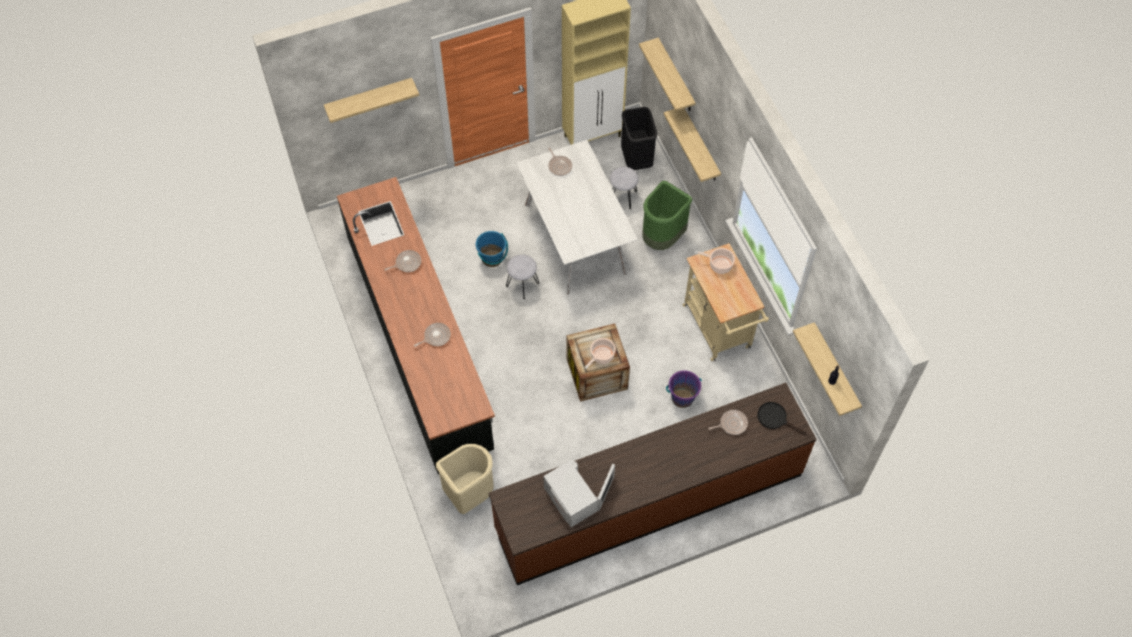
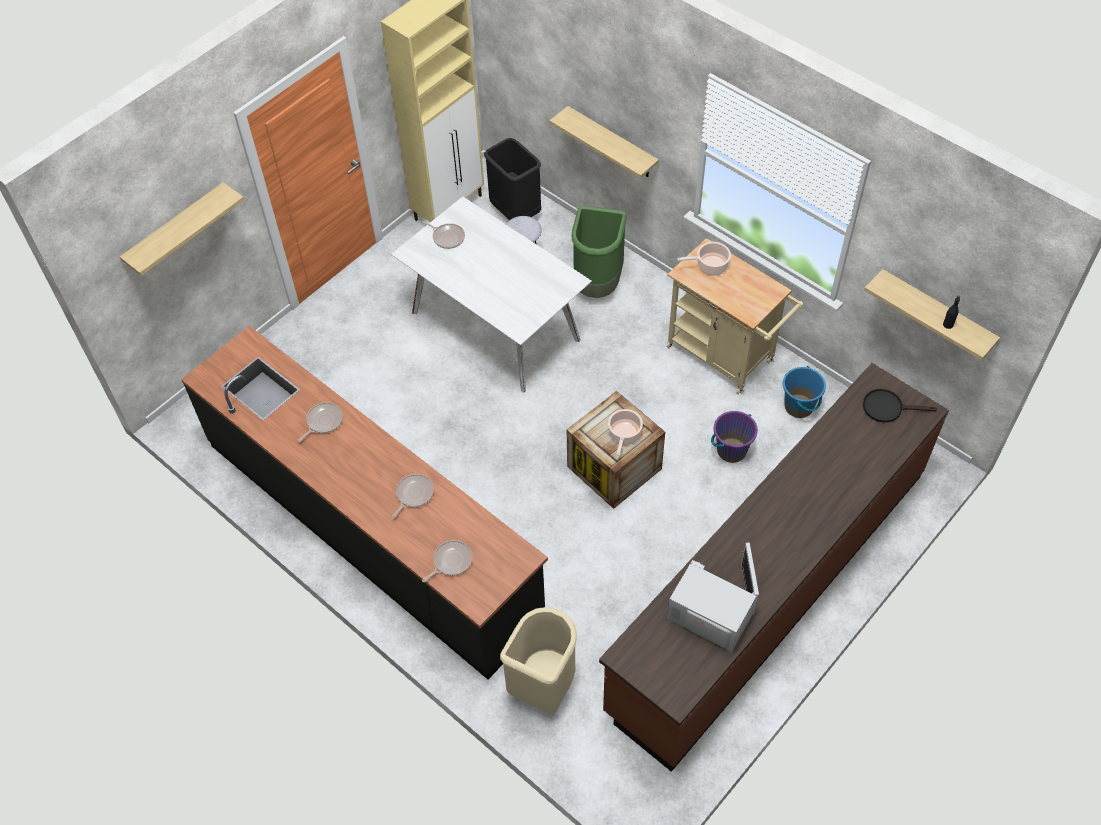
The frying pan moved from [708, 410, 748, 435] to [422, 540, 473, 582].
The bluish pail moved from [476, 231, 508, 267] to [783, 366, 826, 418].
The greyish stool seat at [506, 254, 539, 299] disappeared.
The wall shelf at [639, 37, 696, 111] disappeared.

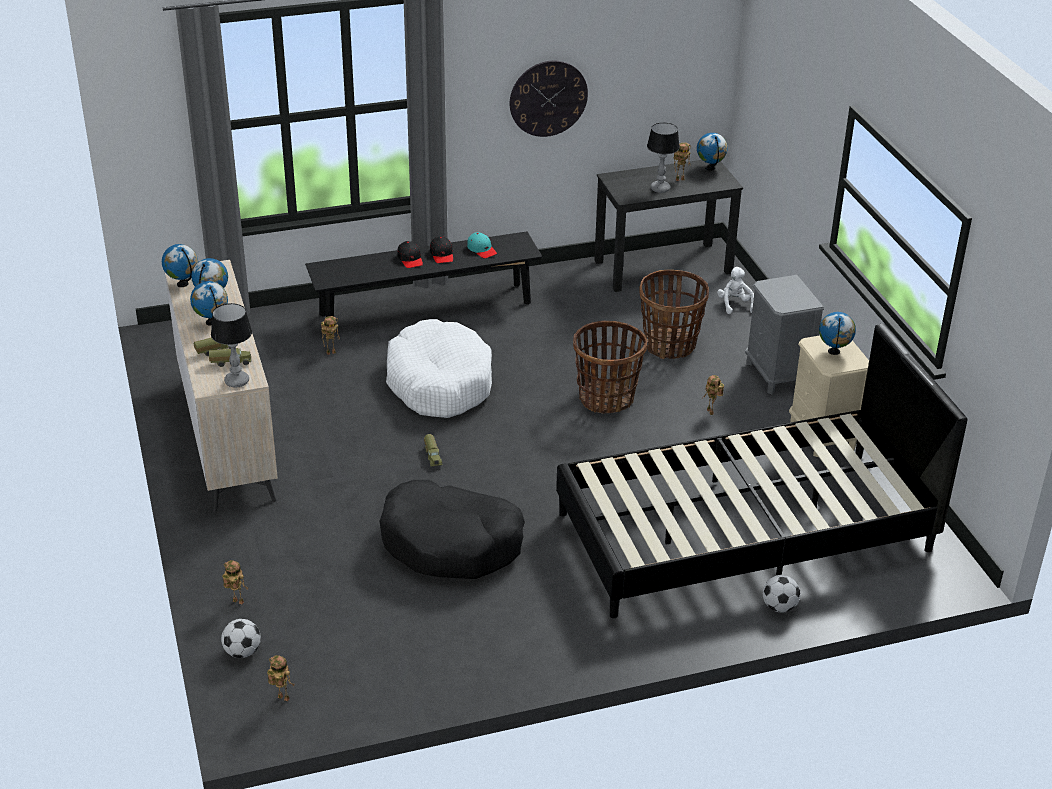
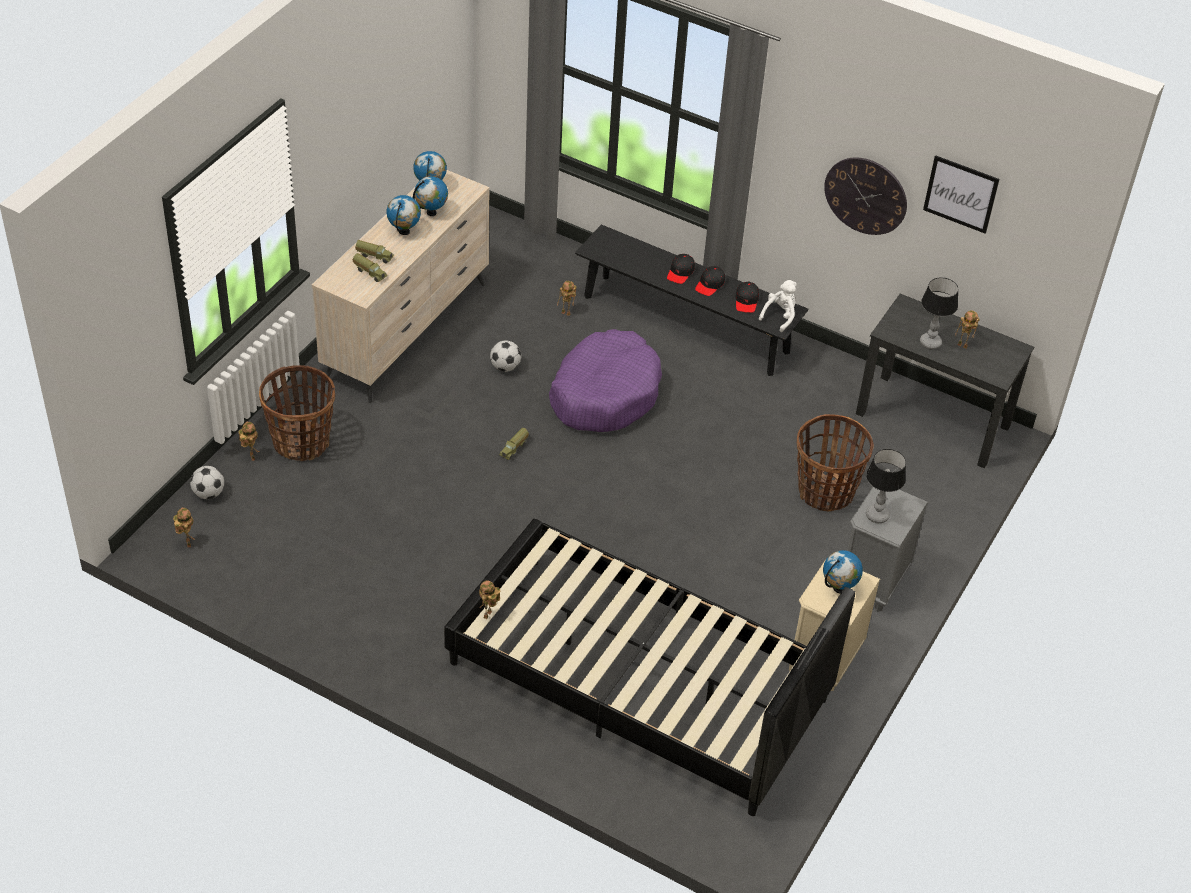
The household basket moved from [573, 321, 647, 414] to [259, 365, 335, 461].
The toy robot moved from [702, 375, 724, 415] to [479, 581, 500, 619].
The football moved from [763, 575, 800, 613] to [490, 341, 521, 372].
The white dog cushion at [386, 319, 492, 418] became the purple-coloured dog cushion at [549, 329, 662, 432].
The blue-green peaked cap at [467, 232, 497, 258] became the black-coloured peaked cap at [736, 282, 759, 313].
The white cuddly toy moved from [717, 267, 754, 314] to [759, 280, 797, 332].
The table lamp moved from [211, 303, 252, 388] to [866, 449, 906, 523].
The picture at [923, 155, 1000, 234] appeared.
The black-coloured dog cushion at [380, 480, 525, 579] disappeared.
The globe at [697, 133, 728, 171] disappeared.

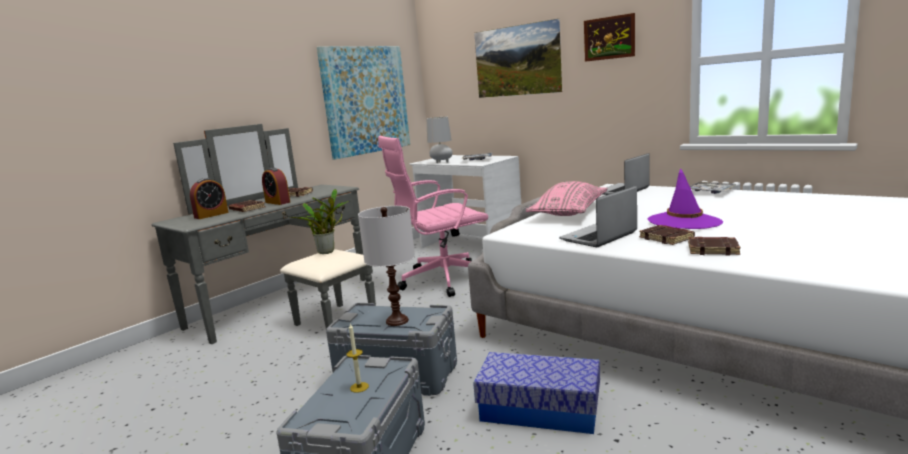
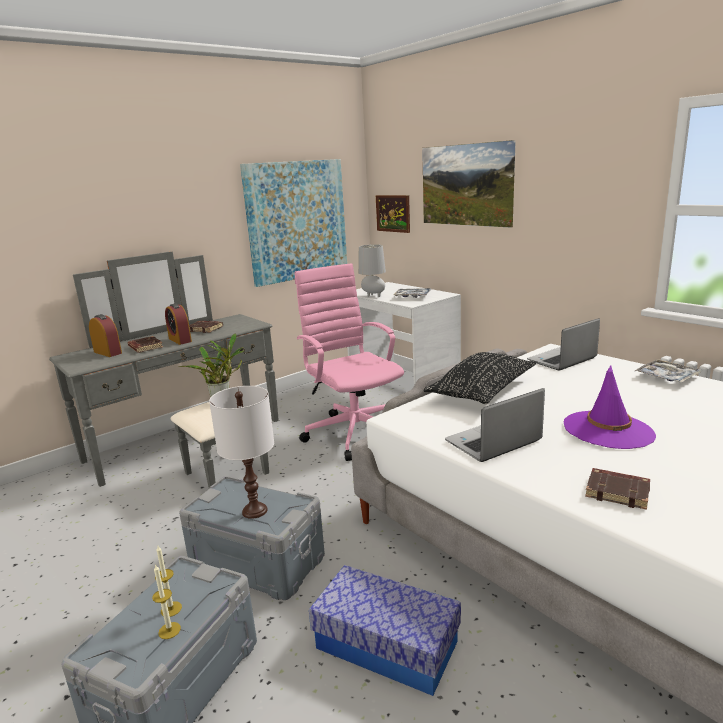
The table clock at [190, 178, 229, 219] turned 105 degrees counterclockwise.
The wax light at [152, 564, 181, 639] appeared.
The pinkish office chair at [378, 136, 488, 297] turned 75 degrees clockwise.
The picture moved from [584, 13, 635, 62] to [376, 195, 410, 233].
The pinkish cushion at [526, 181, 608, 216] became the black-coloured cushion at [424, 352, 536, 404].
The brown-coloured bound book at [639, 225, 695, 245] disappeared.

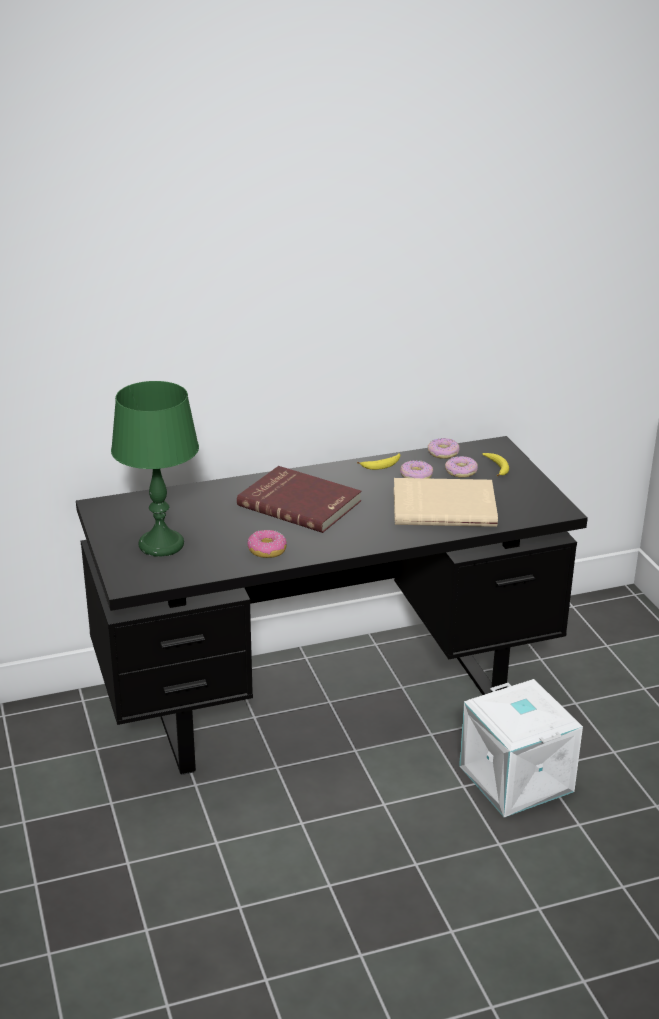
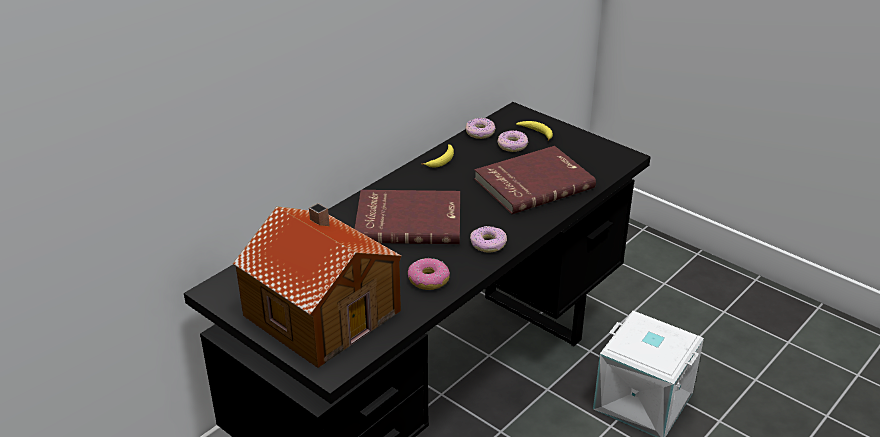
The green table lamp at [111, 381, 199, 557] was replaced by the toy house at [233, 203, 402, 368].
The ring doughnut moved from [400, 460, 433, 479] to [470, 226, 507, 253].
The beige bound book at [394, 478, 498, 527] became the red-coloured bound book at [474, 146, 596, 214].

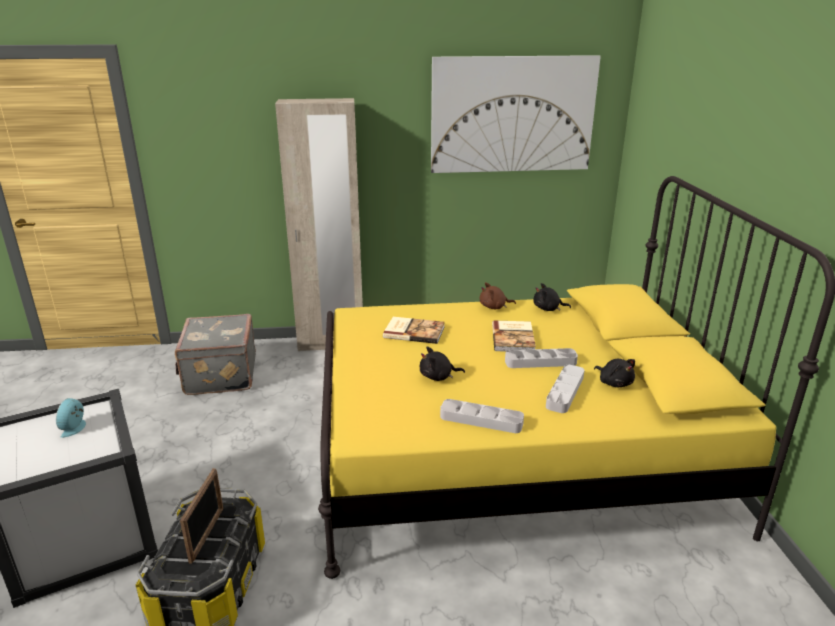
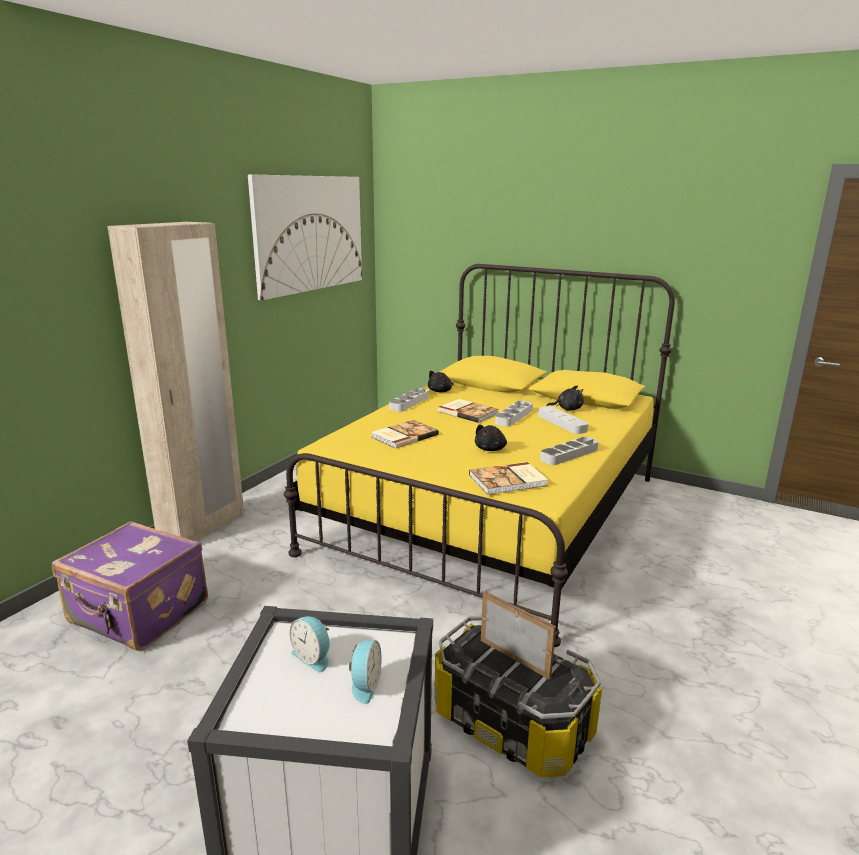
The greyish travel case at [175, 314, 256, 395] became the purple-coloured travel case at [52, 521, 208, 651].
The table clock at [349, 640, 382, 704] appeared.
The brown-coloured cuddly toy at [480, 282, 516, 309] was replaced by the greyish tray at [389, 388, 429, 412].
The bound book at [469, 462, 548, 495] appeared.

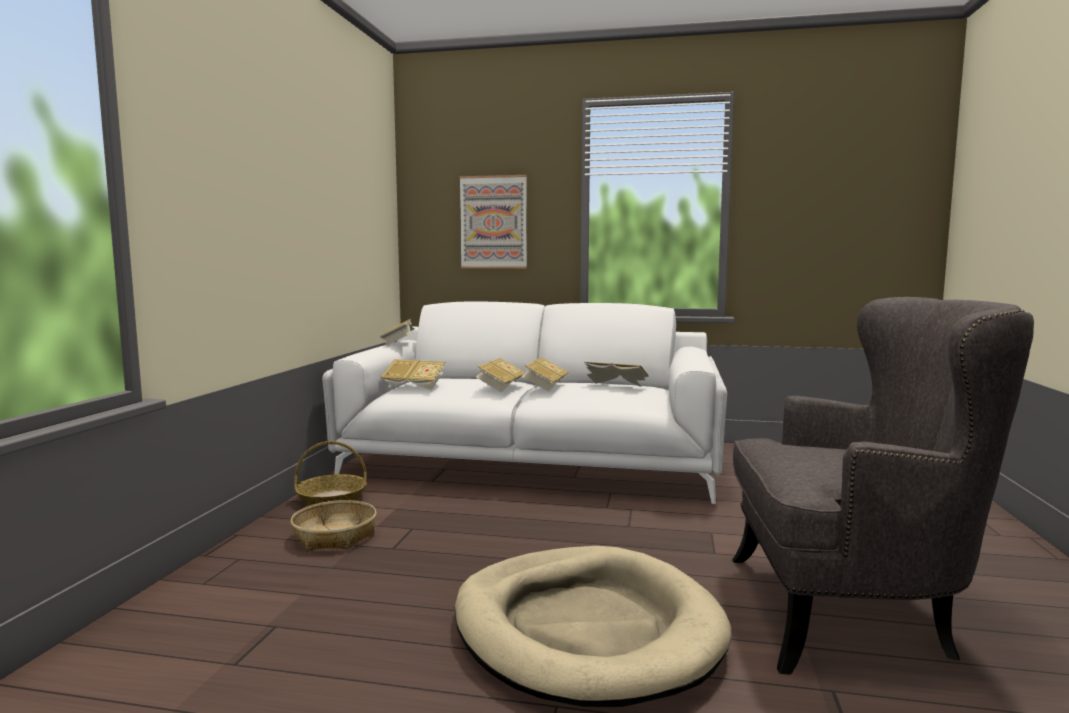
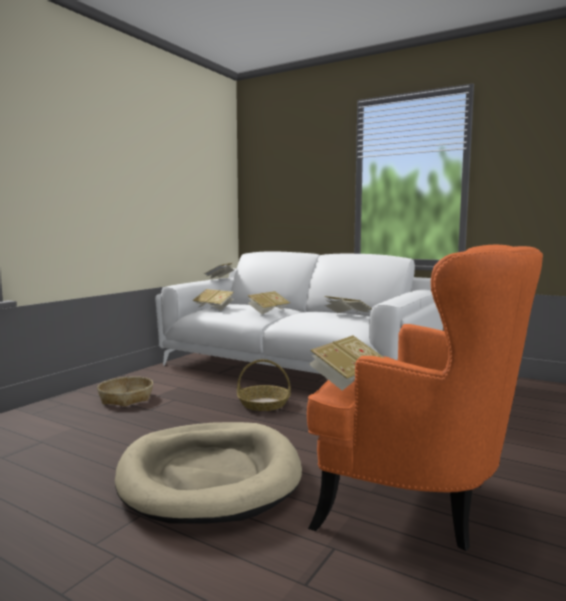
The household basket moved from [294, 441, 367, 506] to [237, 359, 291, 411].
The greyish lounge chair at [732, 297, 1034, 675] became the orangey lounge chair at [307, 245, 543, 551].
The bound book moved from [522, 357, 569, 392] to [309, 335, 384, 391].
The picture at [460, 175, 527, 268] disappeared.

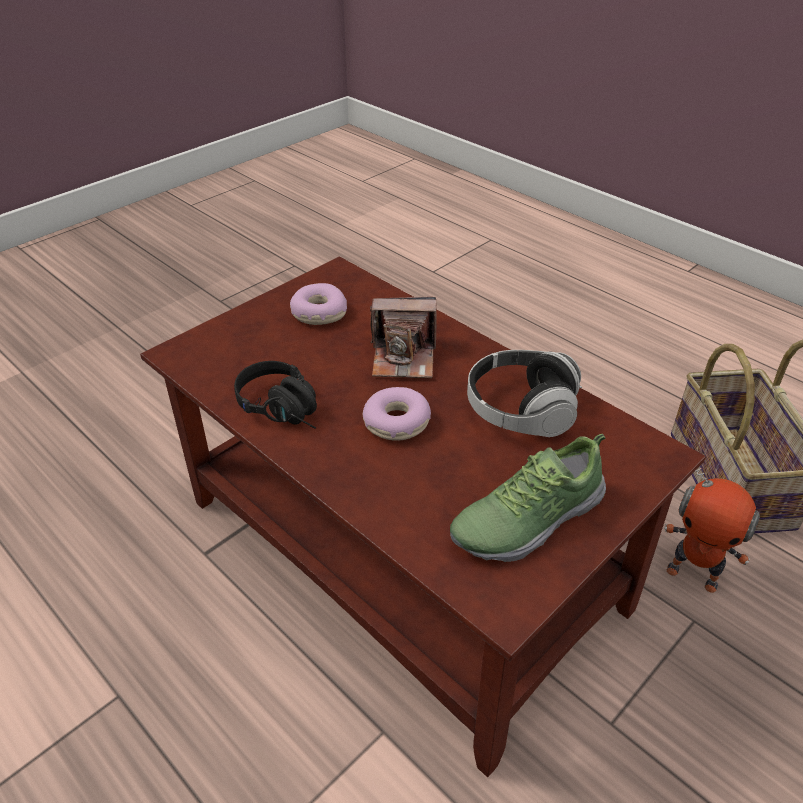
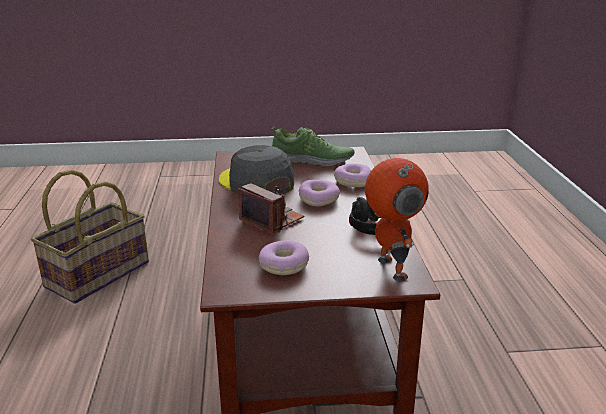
The headset at [467, 350, 582, 437] was replaced by the greyish peaked cap at [219, 145, 294, 195].
The ring doughnut at [334, 163, 371, 187] appeared.
The toy robot moved from [664, 468, 760, 593] to [365, 158, 429, 281].

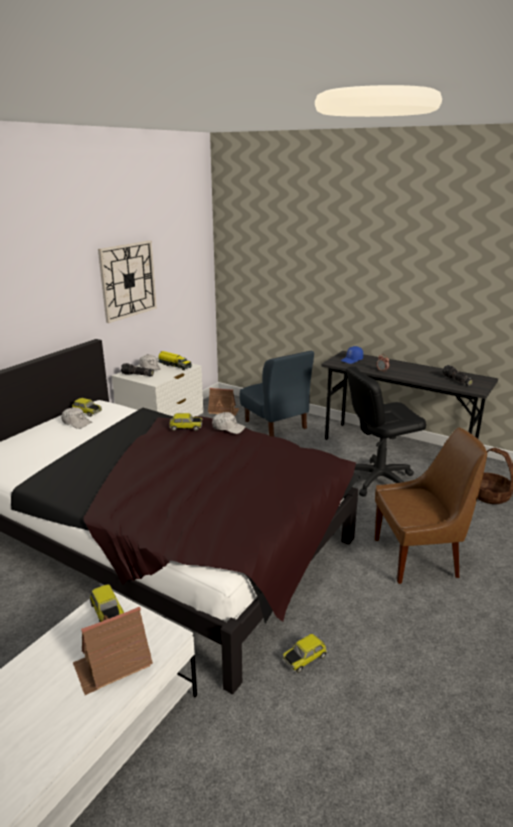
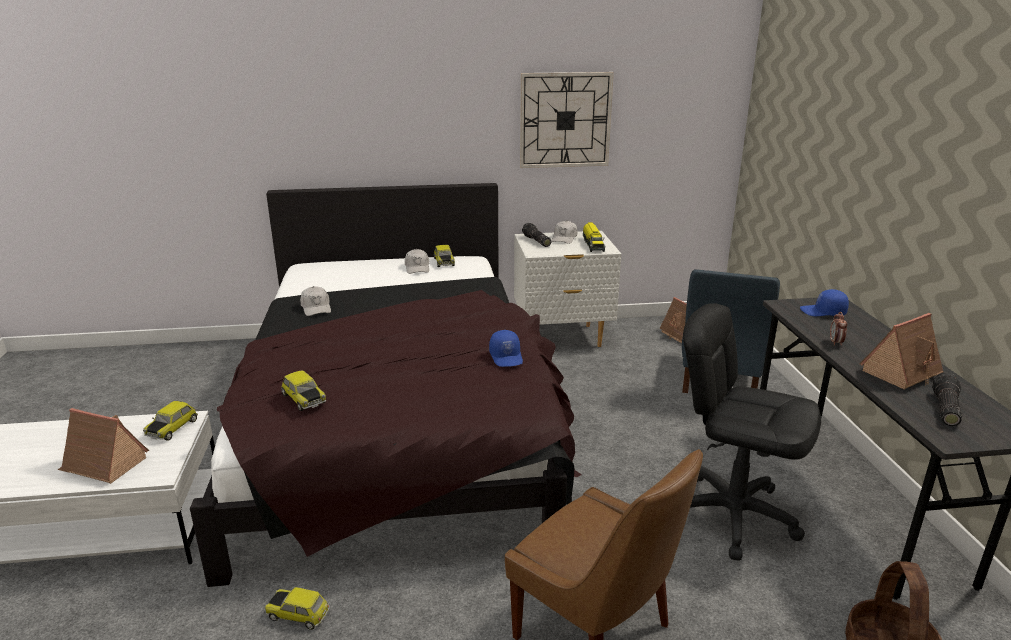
The miniature car moved from [169, 413, 203, 431] to [281, 371, 326, 411].
The white peaked cap moved from [212, 412, 245, 434] to [300, 286, 331, 316].
The bluish peaked cap at [489, 330, 523, 367] appeared.
The toy house at [859, 313, 943, 390] appeared.

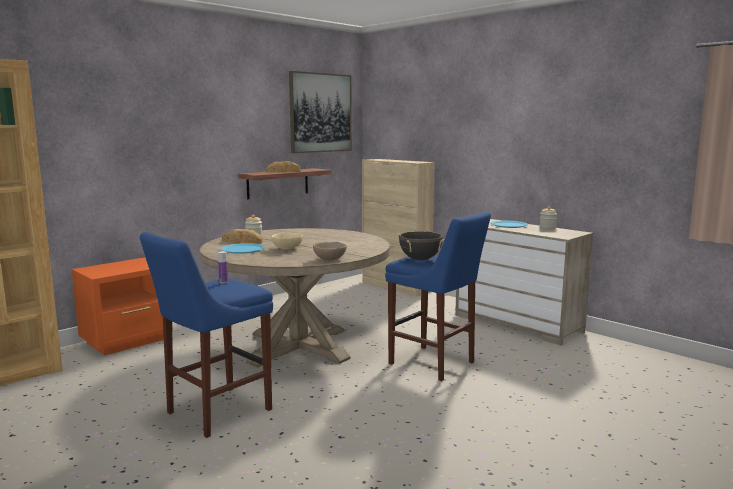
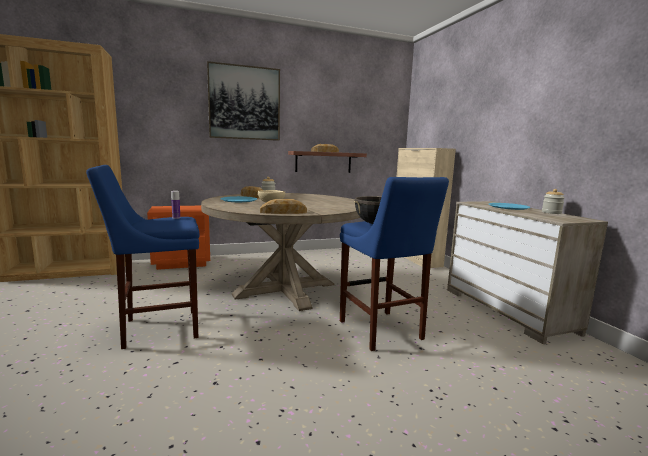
The picture moved from [289, 71, 352, 153] to [207, 61, 280, 141].
The beige bowl at [313, 242, 347, 260] was replaced by the bakery bread at [260, 199, 307, 214].

